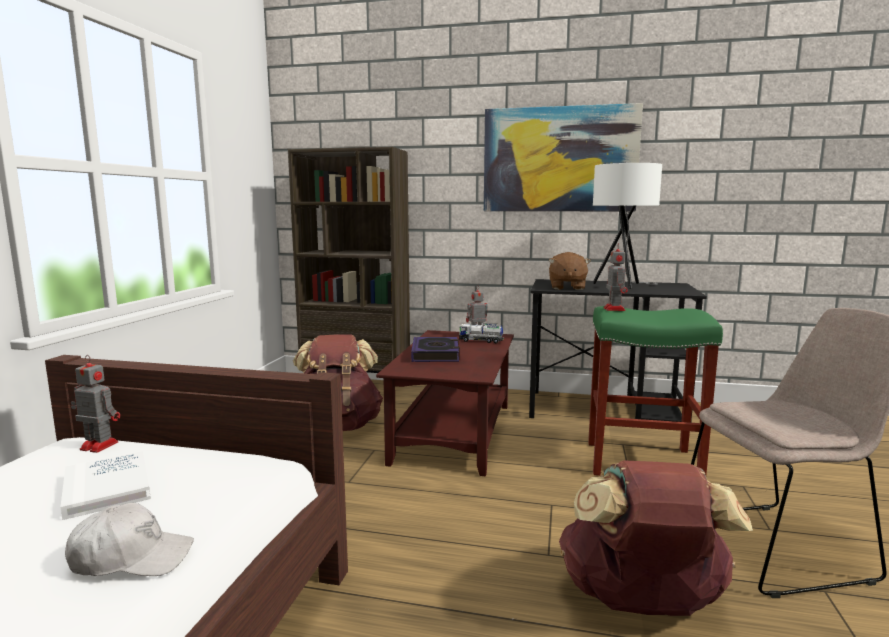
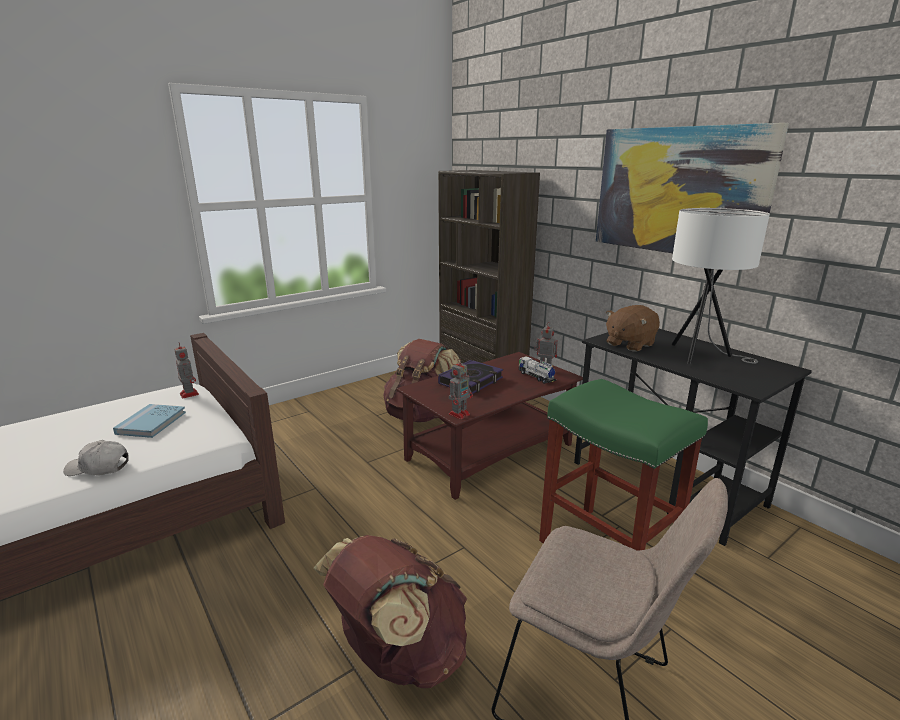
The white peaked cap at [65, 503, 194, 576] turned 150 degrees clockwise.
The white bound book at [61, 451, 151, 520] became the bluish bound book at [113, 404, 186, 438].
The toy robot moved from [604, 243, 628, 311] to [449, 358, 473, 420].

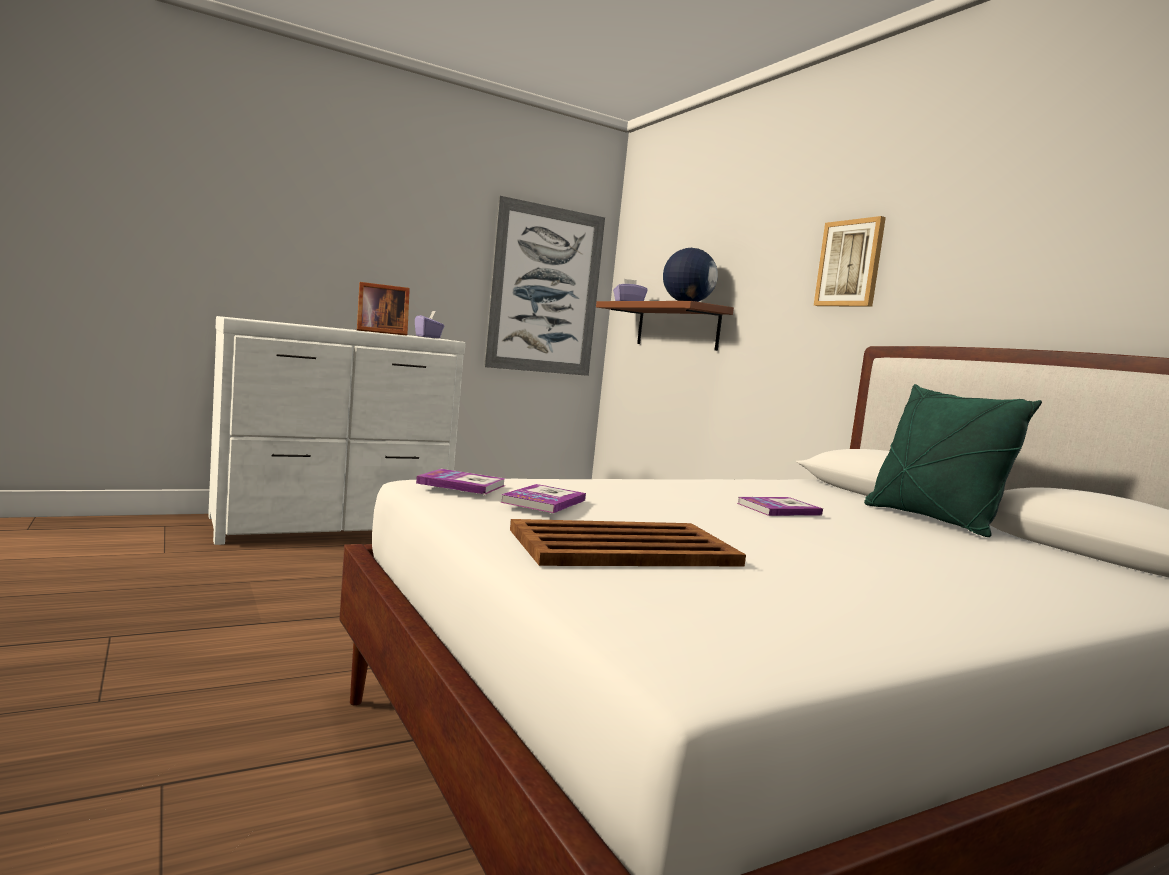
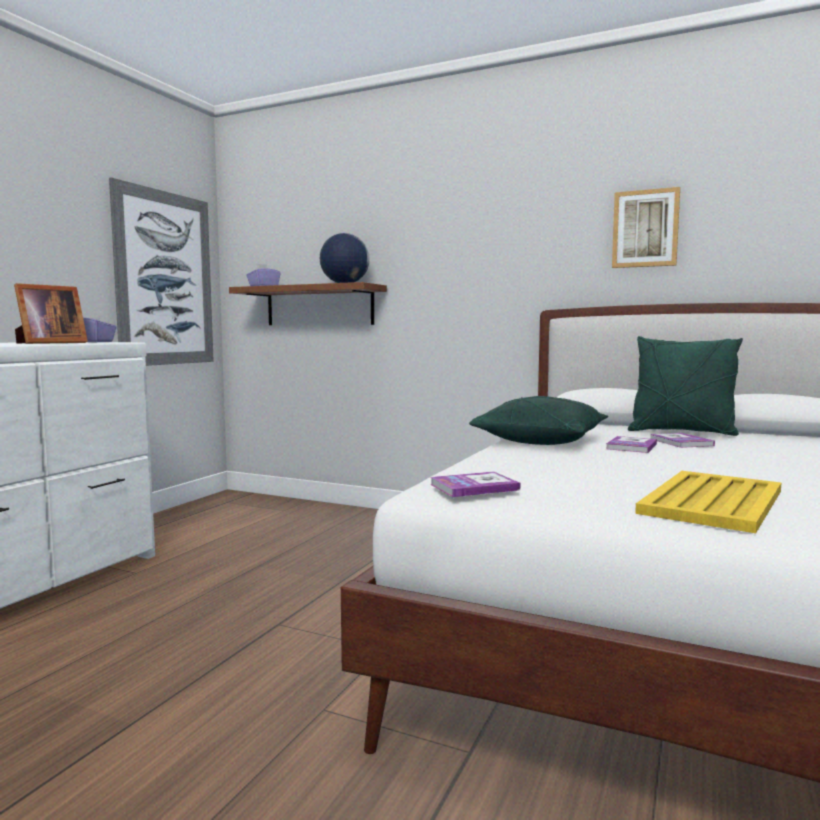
The green cushion at [469, 396, 608, 445] appeared.
The picture moved from [814, 216, 886, 307] to [612, 187, 680, 268].
The brown-coloured tray at [510, 519, 746, 566] became the yellow-coloured tray at [635, 471, 781, 533].
The bound book moved from [500, 484, 586, 513] to [650, 433, 715, 448].

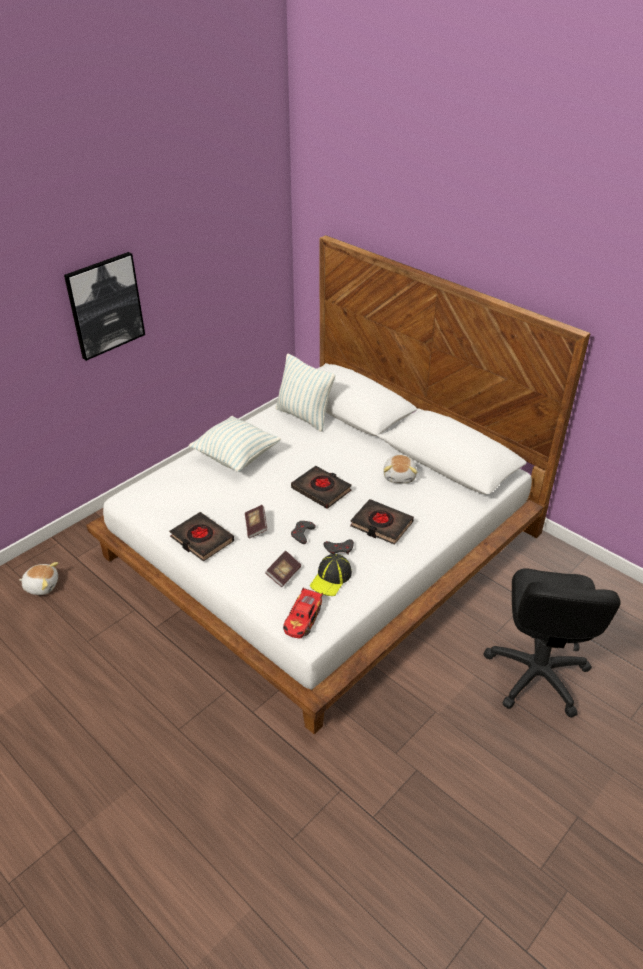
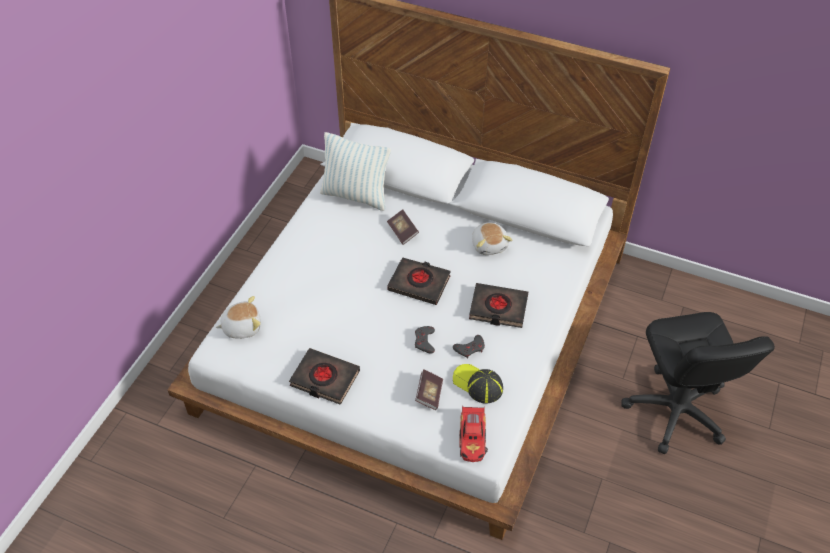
The cuddly toy moved from [19, 562, 58, 595] to [215, 296, 261, 339].
The bound book moved from [245, 505, 267, 539] to [387, 210, 419, 245].
The peaked cap at [310, 554, 352, 596] turned 120 degrees clockwise.
The picture at [64, 252, 145, 361] disappeared.
The cushion at [189, 416, 281, 472] disappeared.

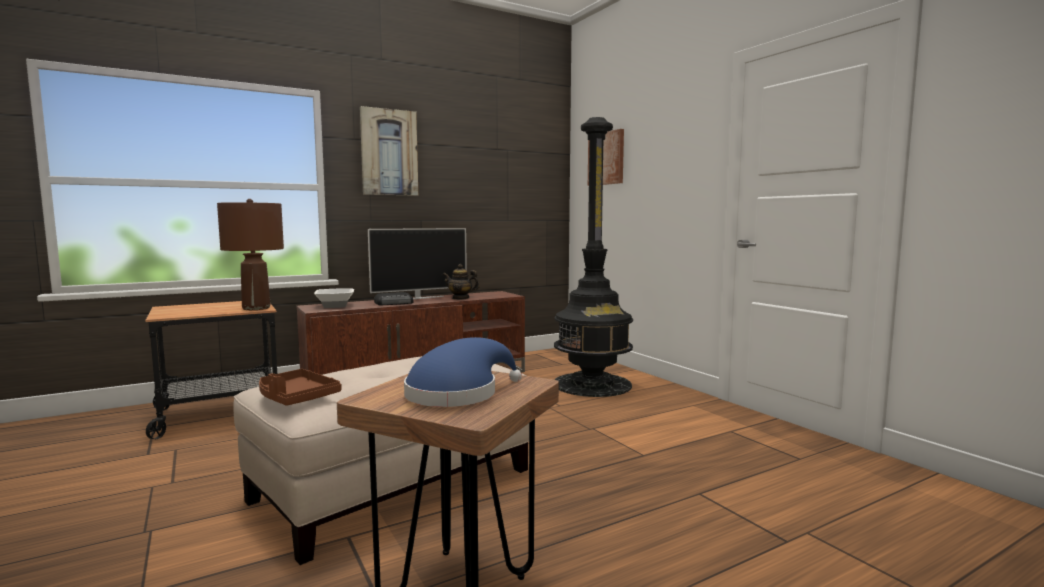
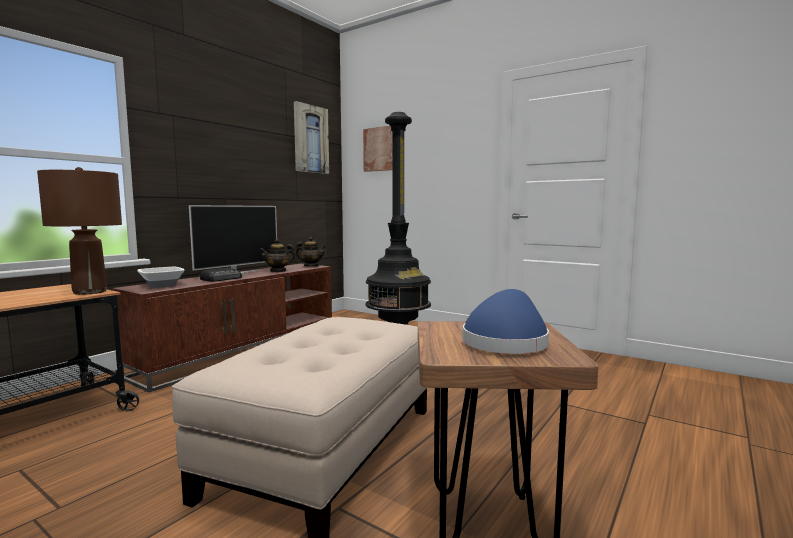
The picture moved from [360, 106, 418, 196] to [294, 101, 329, 174].
The pot for tea at [295, 237, 326, 267] appeared.
The brown-coloured tray at [259, 369, 341, 406] disappeared.

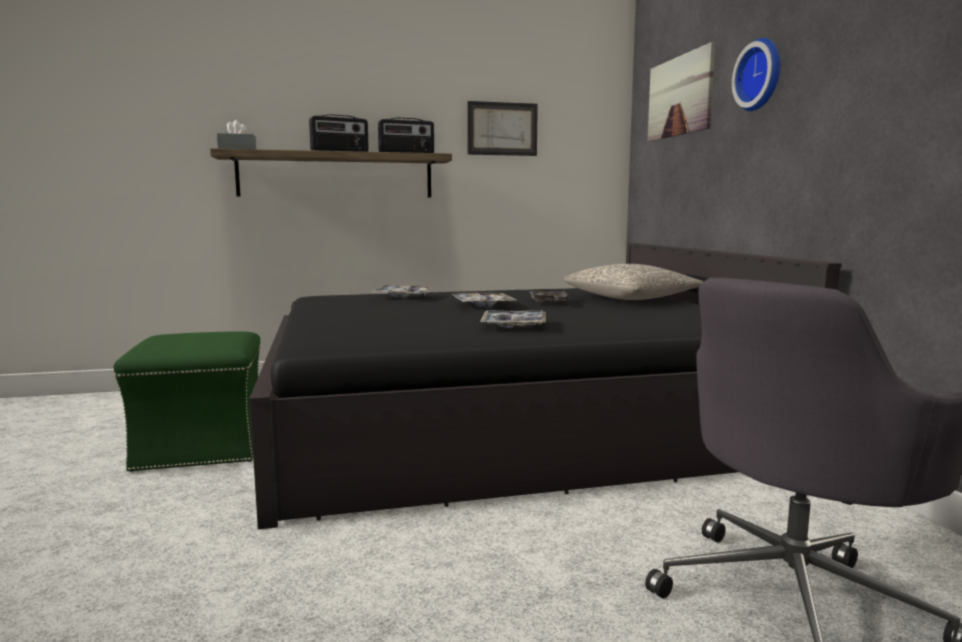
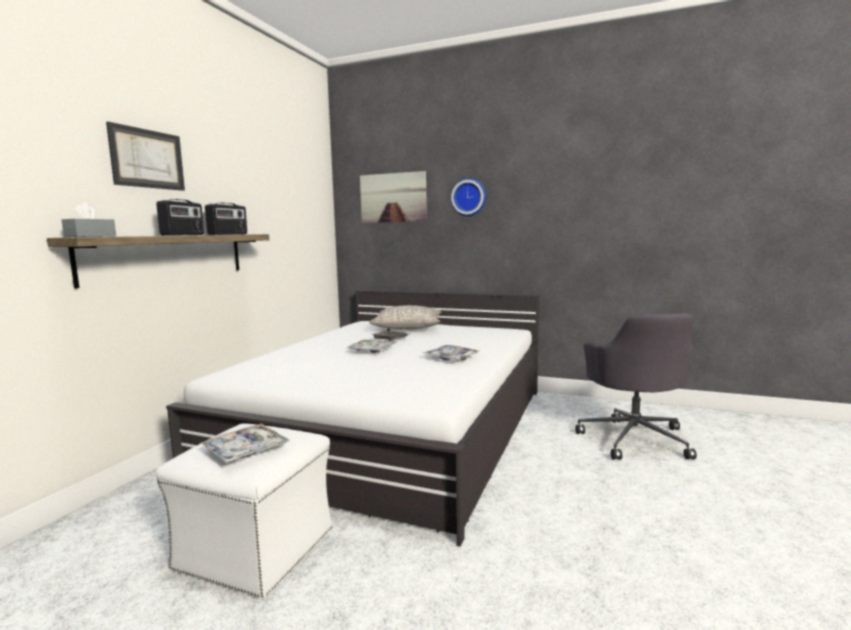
The picture moved from [467, 101, 538, 156] to [106, 122, 185, 191].
The green ottoman at [114, 331, 261, 472] became the white ottoman at [156, 423, 332, 598].
The black-coloured bed at [249, 243, 842, 529] became the white bed at [166, 290, 540, 547].
The tray moved from [371, 285, 432, 298] to [201, 424, 289, 463].

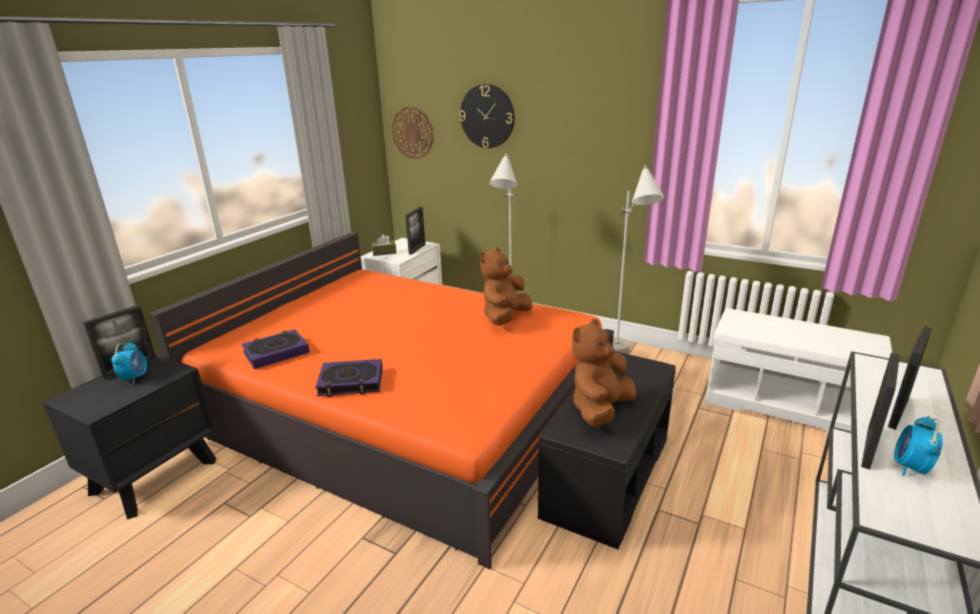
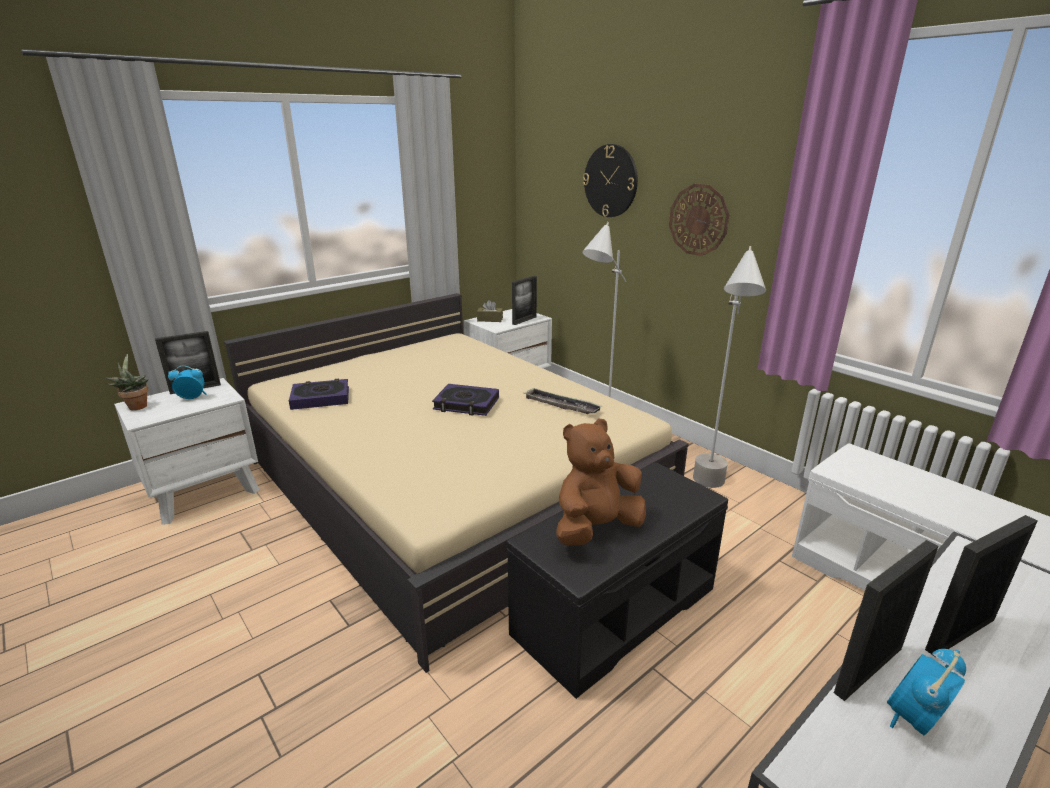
The potted plant at [106, 354, 149, 410] appeared.
The black-coloured bedside table at [43, 353, 217, 520] became the white bedside table at [114, 378, 260, 525].
The table clock at [111, 342, 147, 385] turned 120 degrees counterclockwise.
The orangey bed at [149, 232, 614, 569] became the beige bed at [224, 293, 689, 673].
The bound book moved from [315, 359, 383, 397] to [432, 384, 499, 416].
The brown-coloured cuddly toy at [480, 247, 532, 325] was replaced by the tray at [524, 387, 602, 414].
The hanging clock moved from [392, 107, 433, 159] to [669, 184, 729, 256].

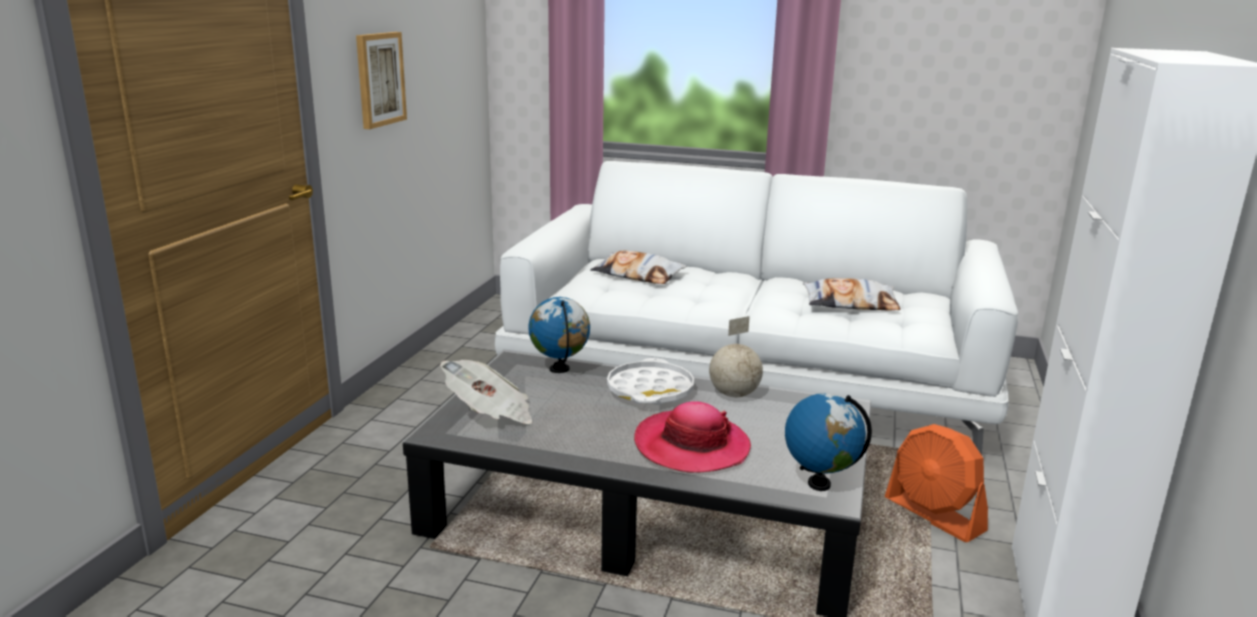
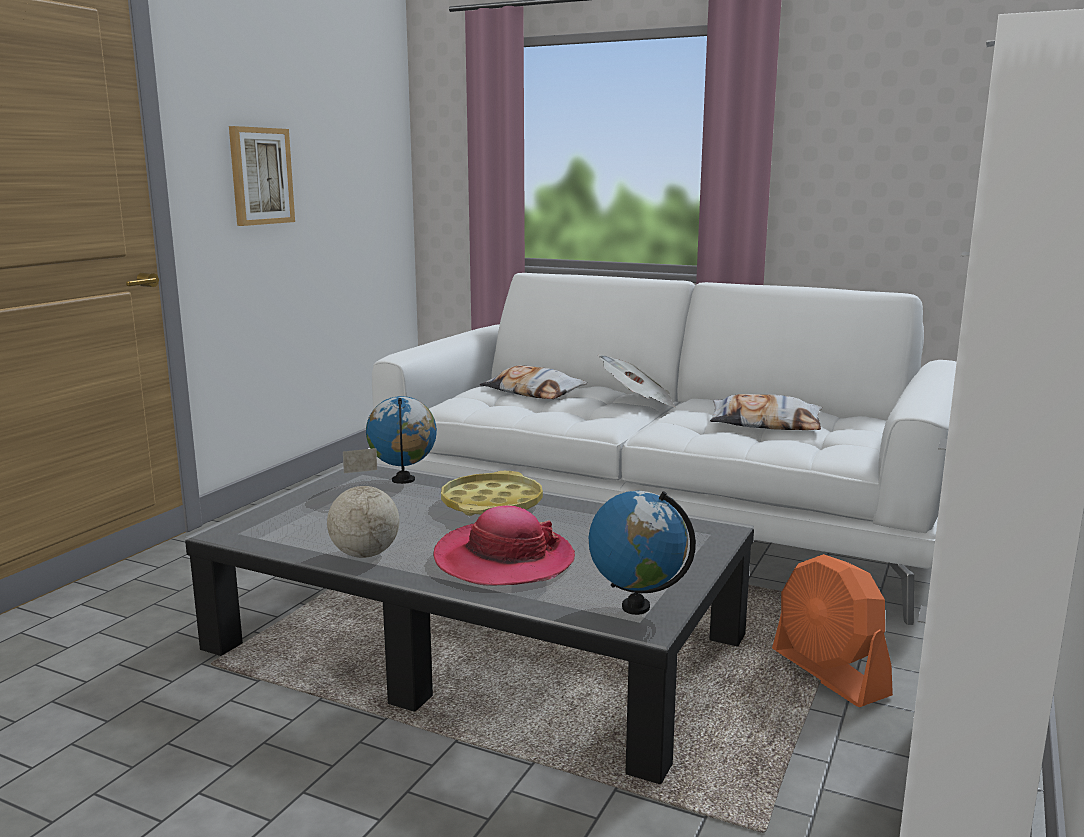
The globe moved from [709, 316, 763, 397] to [327, 448, 399, 558].
The white tray at [607, 358, 694, 405] became the yellow-coloured tray at [441, 471, 543, 516].
The printed paper moved from [440, 360, 532, 424] to [598, 354, 676, 407].

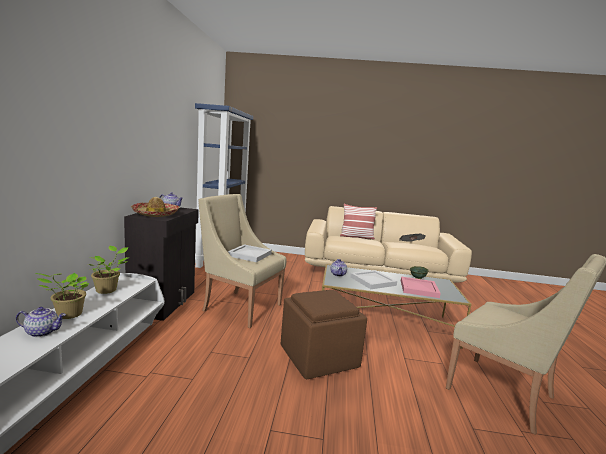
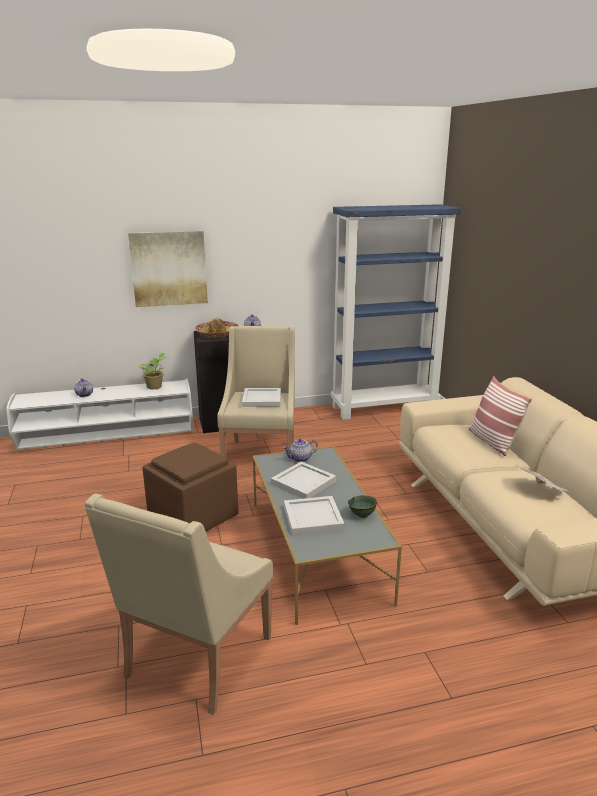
The picture at [128, 231, 208, 307] appeared.
The pinkish tray at [401, 276, 441, 298] became the white tray at [284, 496, 344, 535].
The potted plant at [35, 273, 89, 319] disappeared.

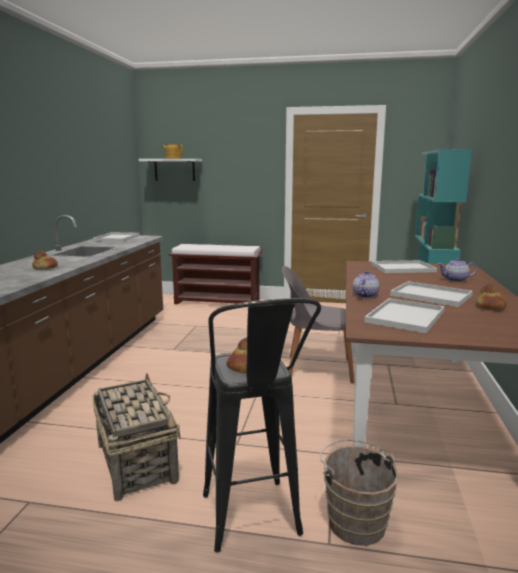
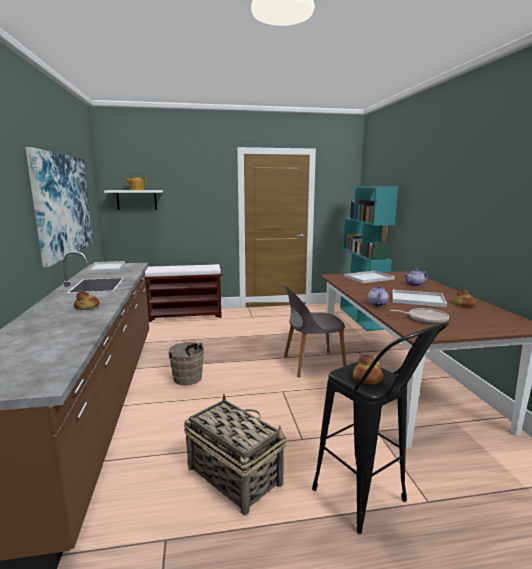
The picture at [25, 147, 93, 267] appeared.
The brown-coloured pail moved from [320, 440, 399, 546] to [166, 340, 204, 385].
The white tray at [364, 298, 445, 333] was replaced by the frying pan at [390, 308, 449, 324].

